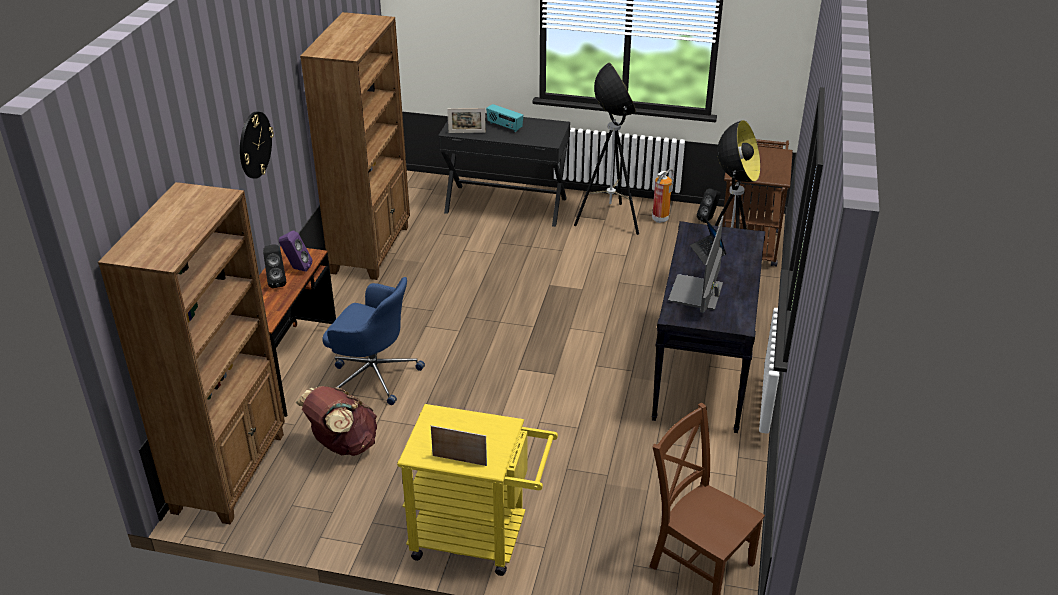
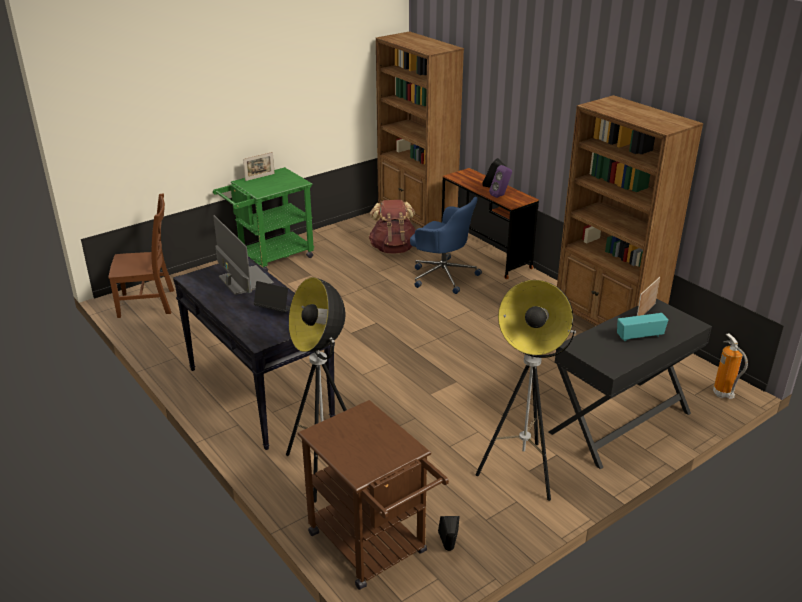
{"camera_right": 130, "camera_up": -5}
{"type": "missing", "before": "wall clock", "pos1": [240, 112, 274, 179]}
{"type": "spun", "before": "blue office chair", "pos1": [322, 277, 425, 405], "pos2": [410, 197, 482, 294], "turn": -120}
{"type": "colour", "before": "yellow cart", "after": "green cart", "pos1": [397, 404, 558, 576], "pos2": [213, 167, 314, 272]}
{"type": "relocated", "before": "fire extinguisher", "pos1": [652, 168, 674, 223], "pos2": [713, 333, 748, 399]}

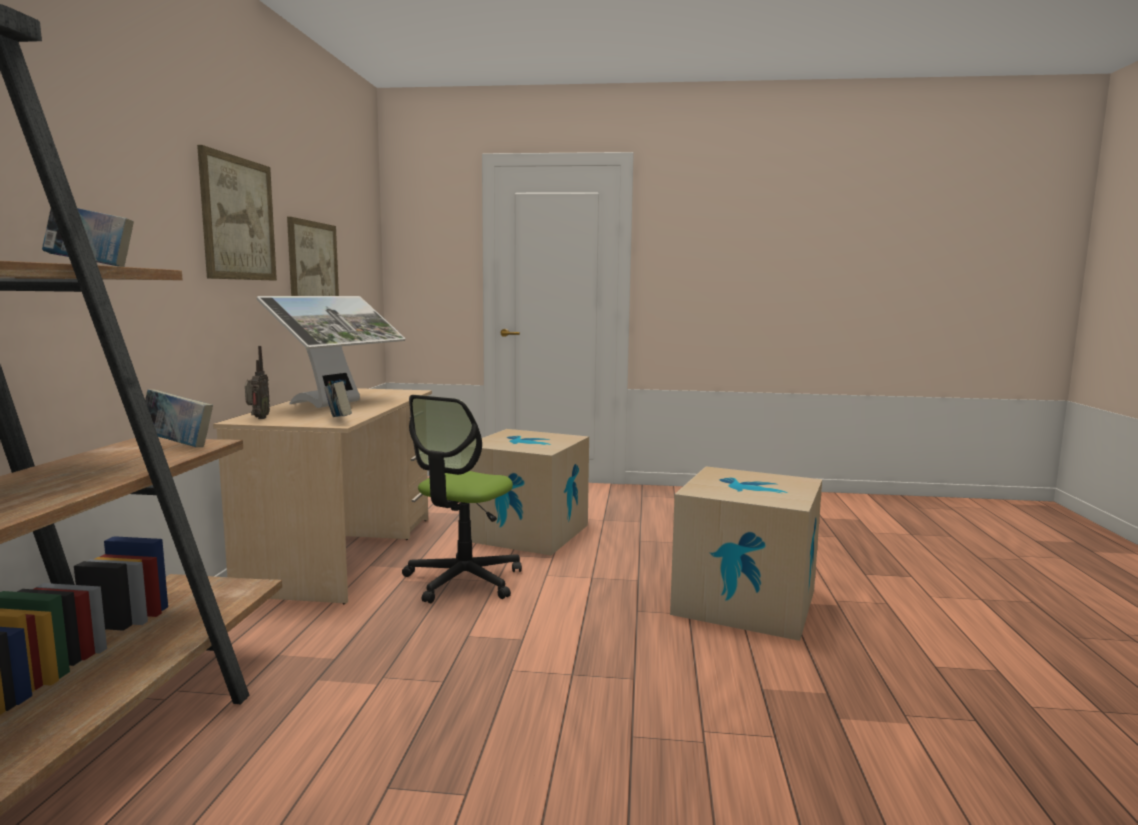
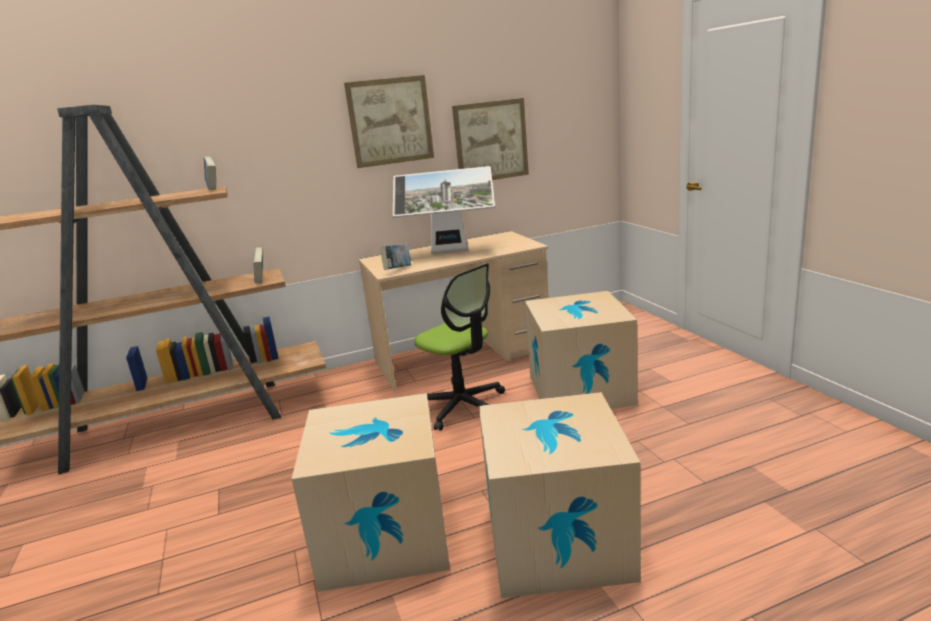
{"camera_right": 65, "camera_up": 10}
{"type": "missing", "before": "radio", "pos1": [245, 346, 270, 419]}
{"type": "spun", "before": "office chair", "pos1": [402, 395, 522, 603], "pos2": [414, 263, 505, 431], "turn": -135}
{"type": "appeared", "after": "cardboard box", "pos2": [292, 393, 450, 592]}

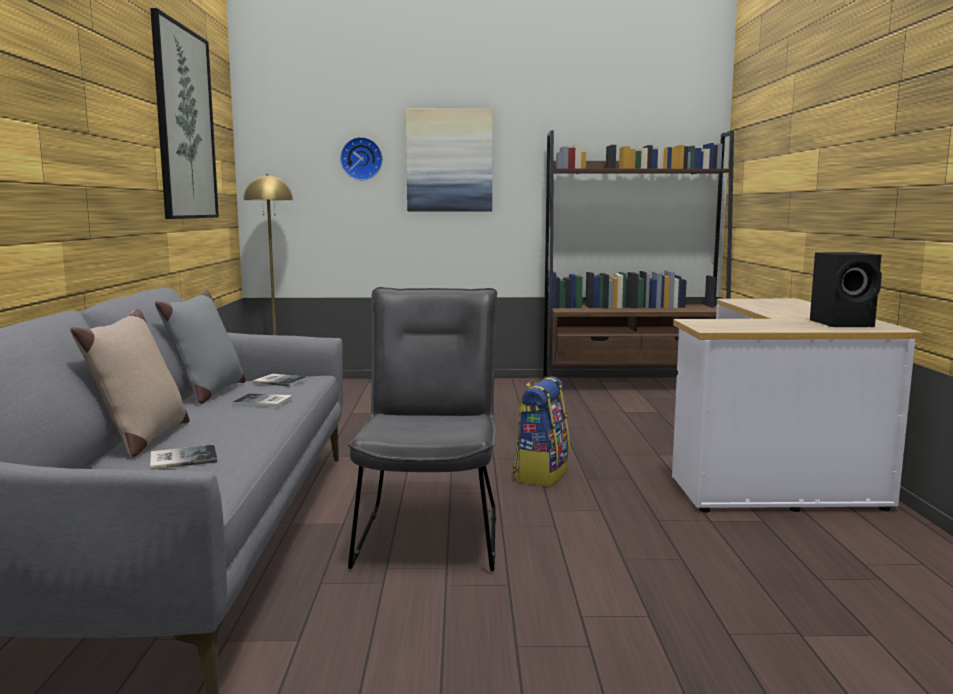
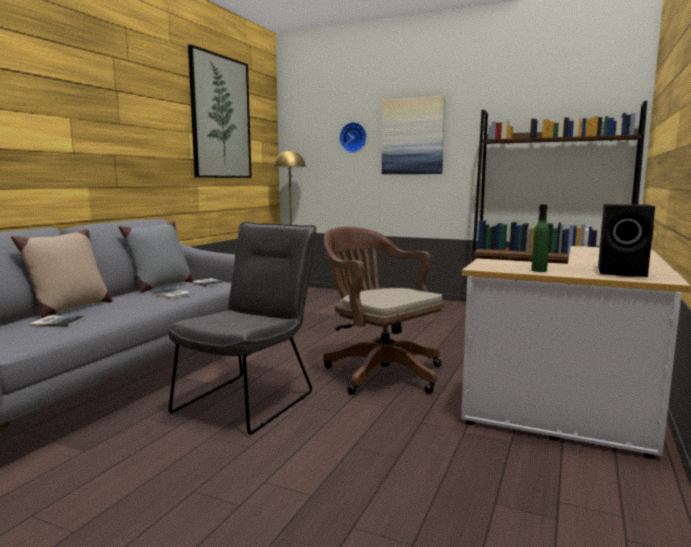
{"camera_right": 25, "camera_up": 0}
{"type": "exchanged", "before": "backpack", "after": "brown office chair", "pos1": [512, 376, 570, 486], "pos2": [323, 227, 444, 395]}
{"type": "appeared", "after": "green bottle", "pos2": [531, 204, 550, 272]}

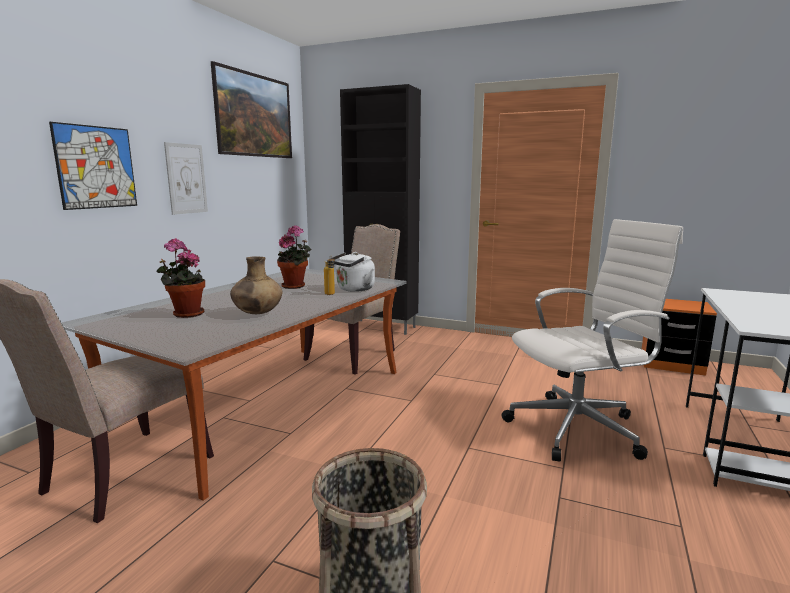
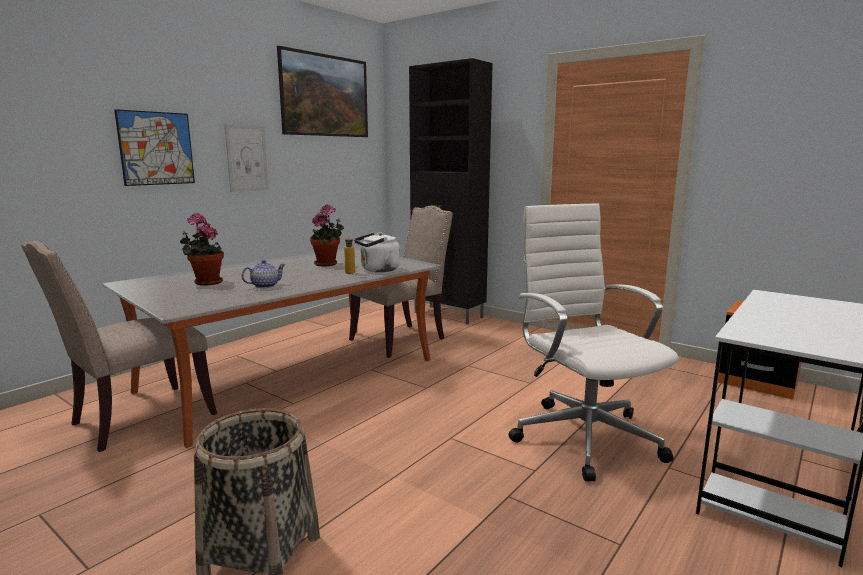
{"camera_right": 15, "camera_up": 0}
{"type": "exchanged", "before": "brown vase", "after": "teapot", "pos1": [230, 256, 282, 314], "pos2": [241, 260, 286, 288]}
{"type": "spun", "before": "white office chair", "pos1": [502, 219, 683, 462], "pos2": [509, 203, 679, 481], "turn": -105}

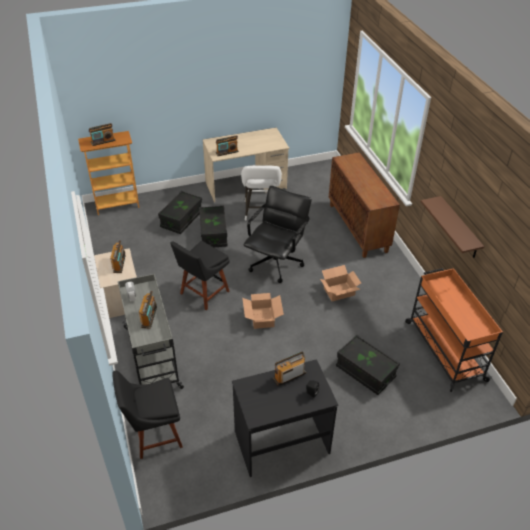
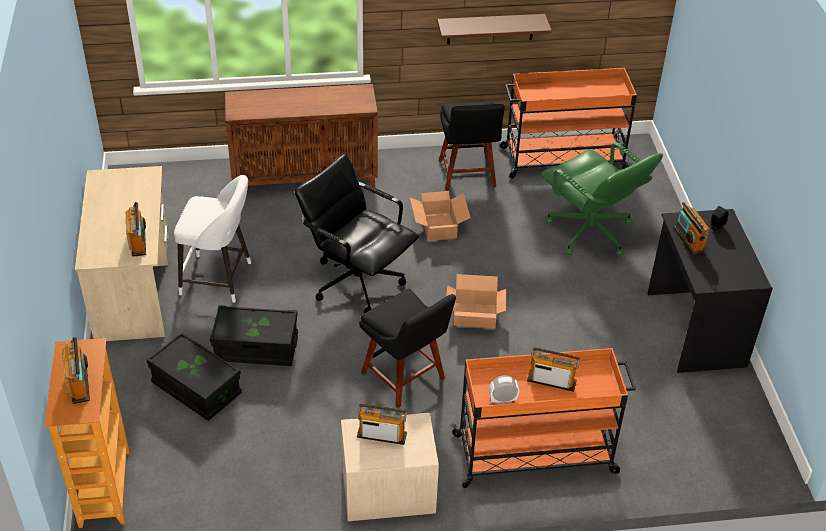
{"camera_right": -80, "camera_up": 0}
{"type": "relocated", "before": "black chair", "pos1": [112, 371, 183, 459], "pos2": [439, 102, 505, 190]}
{"type": "colour", "before": "grey cart", "after": "orange cart", "pos1": [118, 274, 184, 389], "pos2": [451, 348, 636, 488]}
{"type": "exchanged", "before": "black storage box", "after": "green office chair", "pos1": [336, 335, 400, 395], "pos2": [541, 142, 663, 256]}

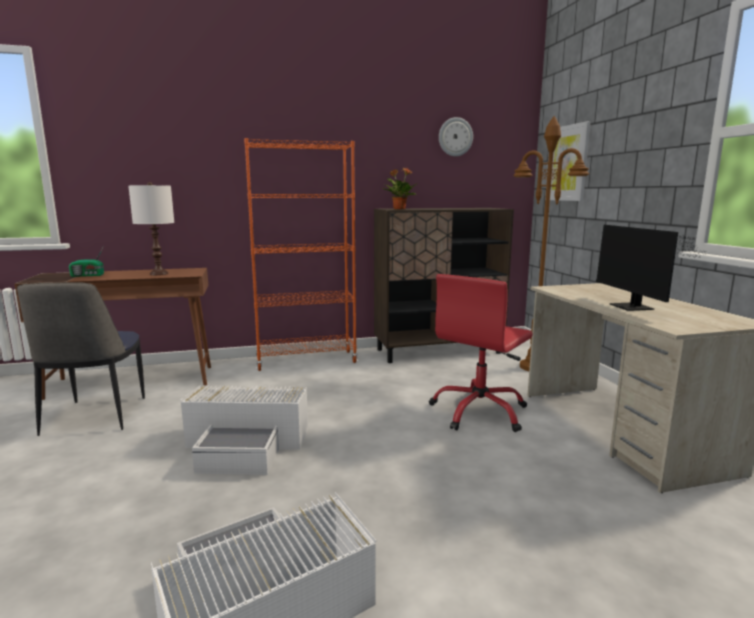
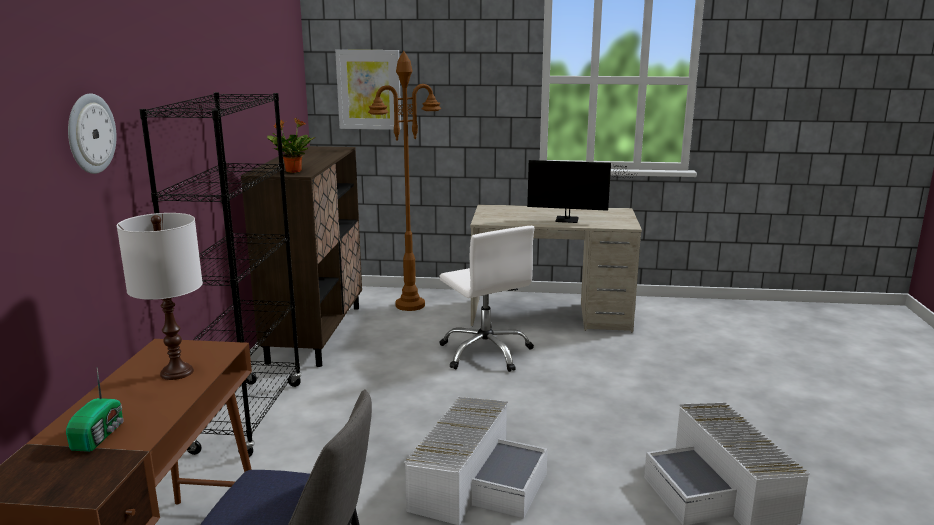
{"camera_right": -70, "camera_up": 5}
{"type": "colour", "before": "orange bookcase", "after": "black bookcase", "pos1": [244, 138, 358, 371], "pos2": [139, 92, 302, 457]}
{"type": "colour", "before": "red office chair", "after": "white office chair", "pos1": [429, 274, 533, 432], "pos2": [439, 226, 534, 372]}
{"type": "relocated", "before": "wall clock", "pos1": [439, 117, 473, 156], "pos2": [68, 94, 116, 174]}

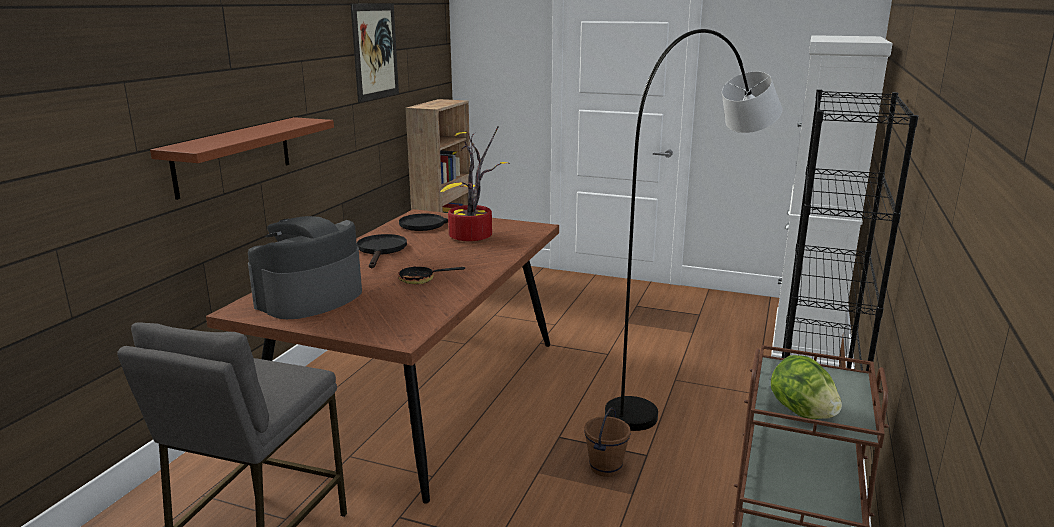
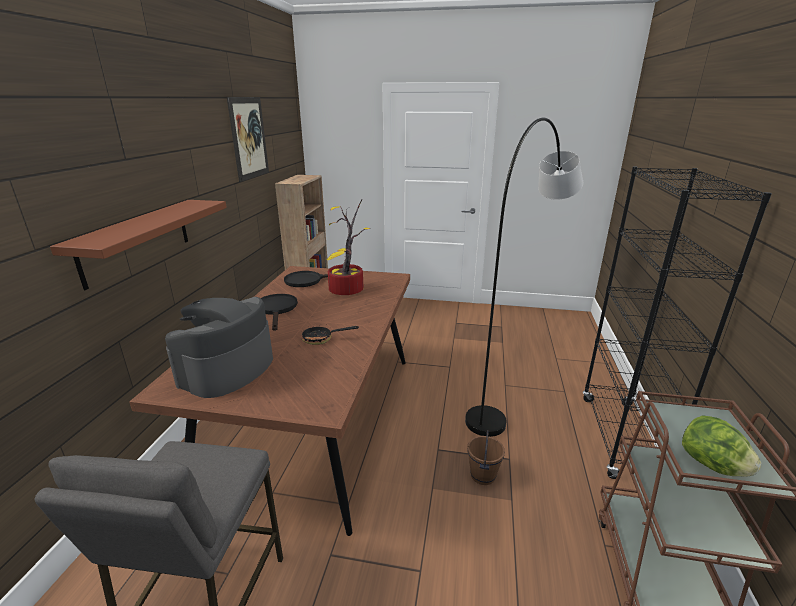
{"camera_right": -10, "camera_up": 5}
{"type": "missing", "before": "white cabinet", "pos1": [771, 35, 893, 367]}

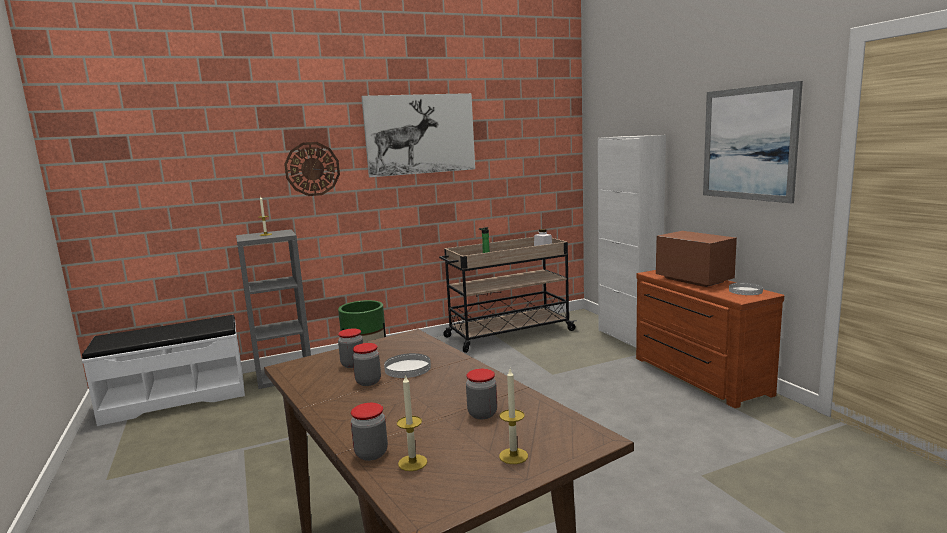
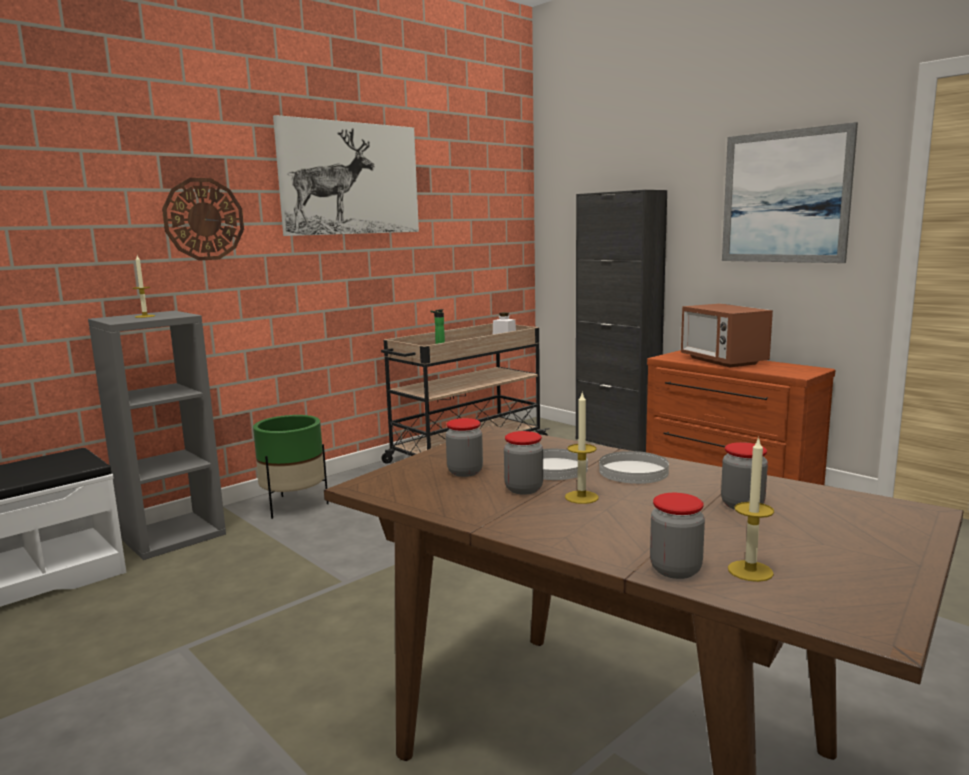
{"camera_right": -20, "camera_up": 0}
{"type": "relocated", "before": "candle", "pos1": [499, 369, 528, 464], "pos2": [565, 393, 599, 504]}
{"type": "colour", "before": "white cabinet", "after": "black cabinet", "pos1": [598, 135, 666, 348], "pos2": [576, 190, 667, 452]}
{"type": "spun", "before": "microwave", "pos1": [656, 231, 737, 287], "pos2": [681, 303, 773, 367], "turn": -150}
{"type": "relocated", "before": "white plate", "pos1": [729, 283, 763, 295], "pos2": [599, 451, 669, 484]}

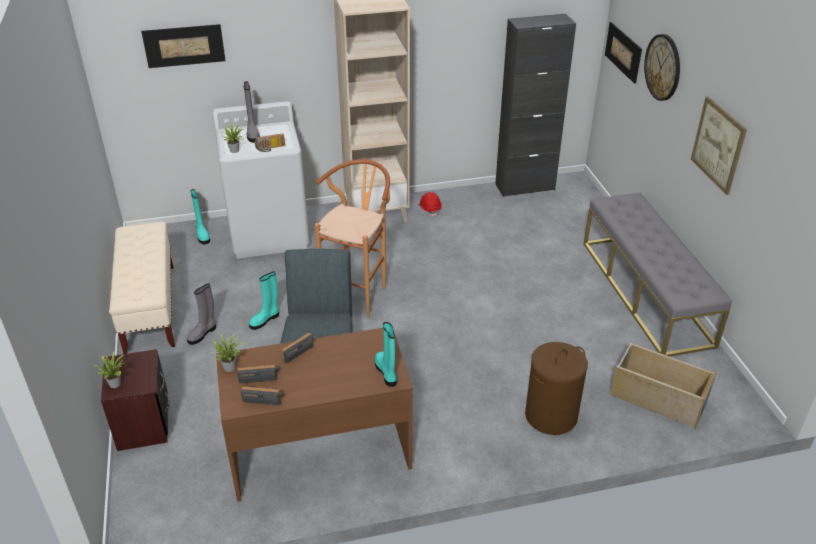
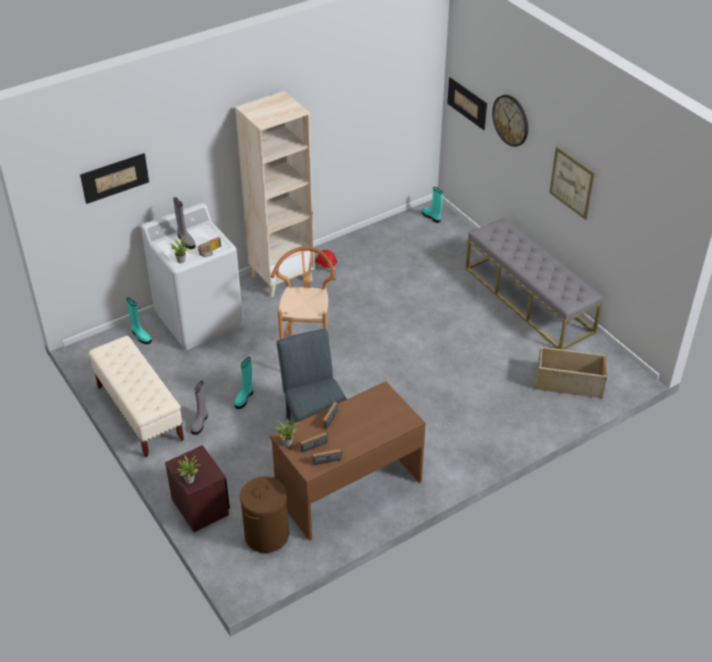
{"camera_right": -20, "camera_up": 5}
{"type": "relocated", "before": "turquoise boot", "pos1": [375, 322, 397, 387], "pos2": [422, 187, 443, 223]}
{"type": "missing", "before": "black cabinet", "pos1": [495, 14, 576, 197]}
{"type": "relocated", "before": "brown laundry basket", "pos1": [525, 342, 588, 435], "pos2": [240, 476, 289, 553]}

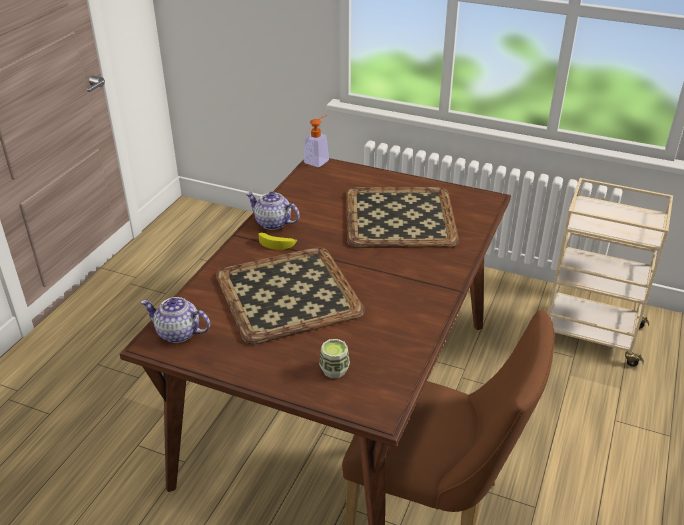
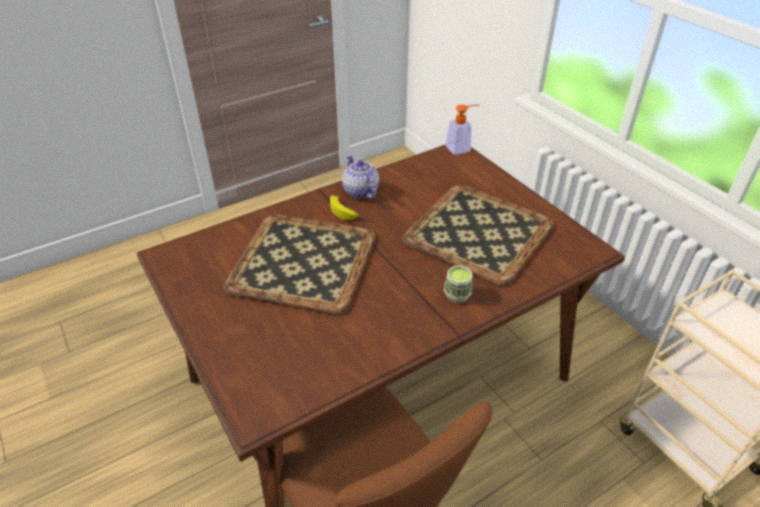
{"camera_right": 35, "camera_up": 5}
{"type": "missing", "before": "teapot", "pos1": [141, 297, 210, 343]}
{"type": "relocated", "before": "cup", "pos1": [319, 339, 350, 378], "pos2": [444, 266, 473, 303]}

